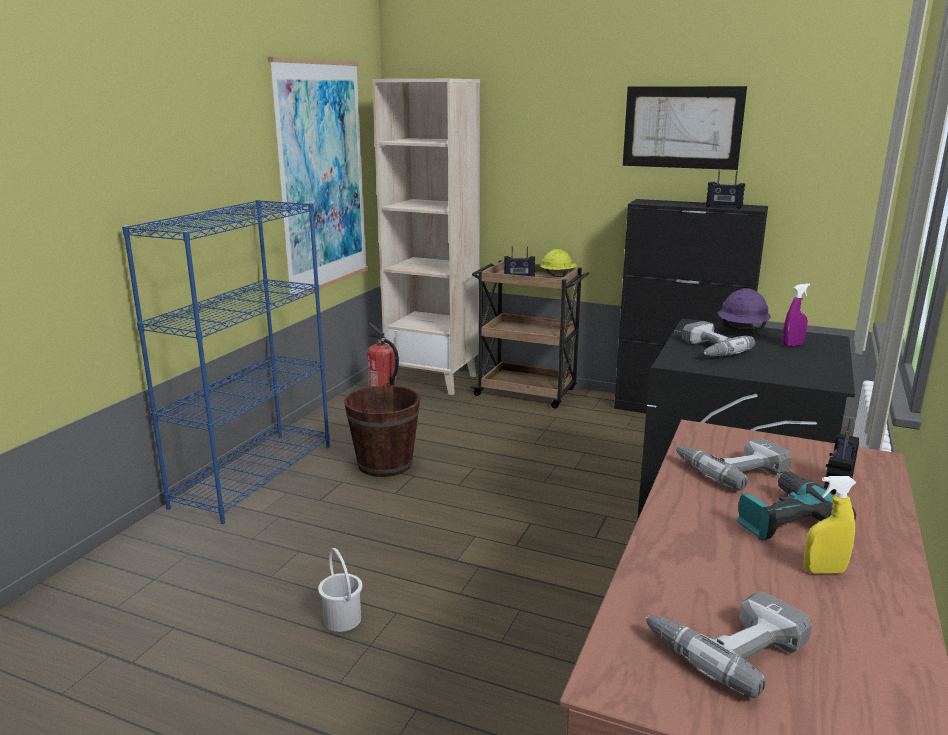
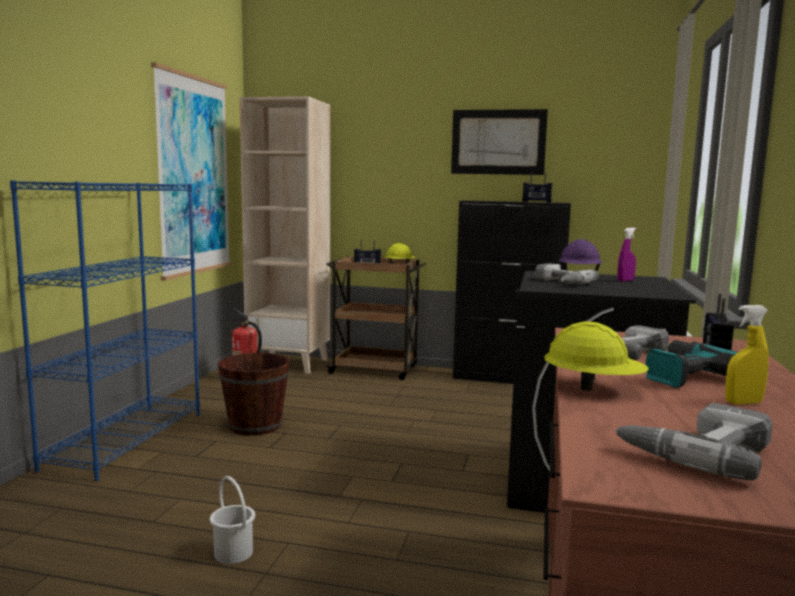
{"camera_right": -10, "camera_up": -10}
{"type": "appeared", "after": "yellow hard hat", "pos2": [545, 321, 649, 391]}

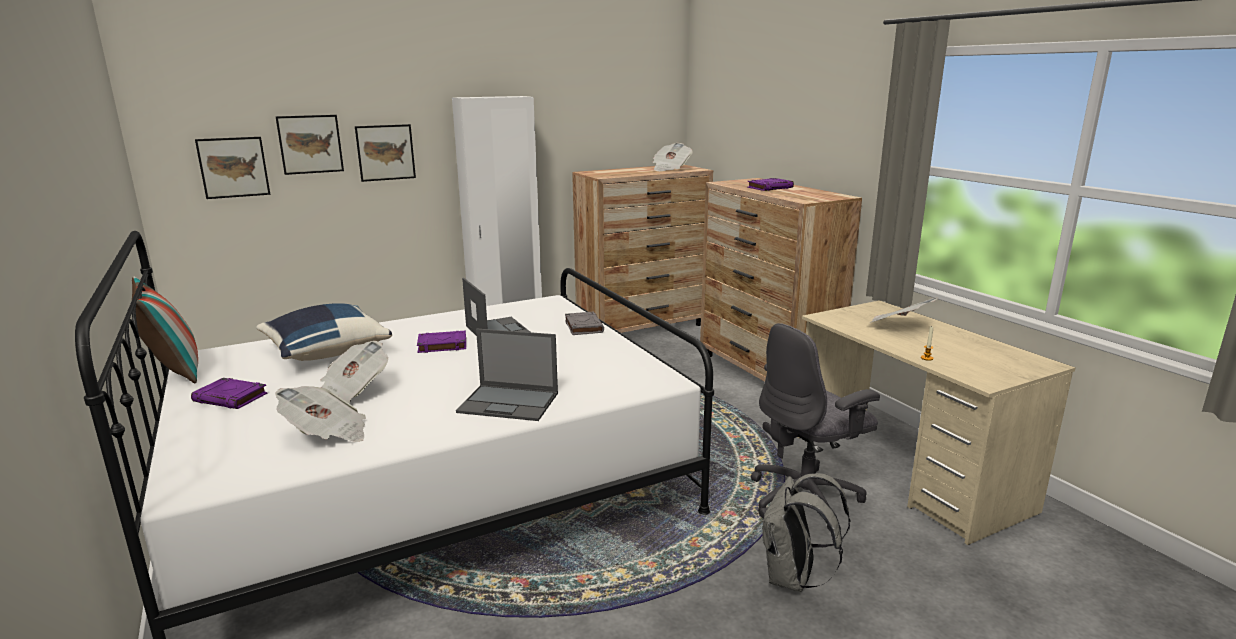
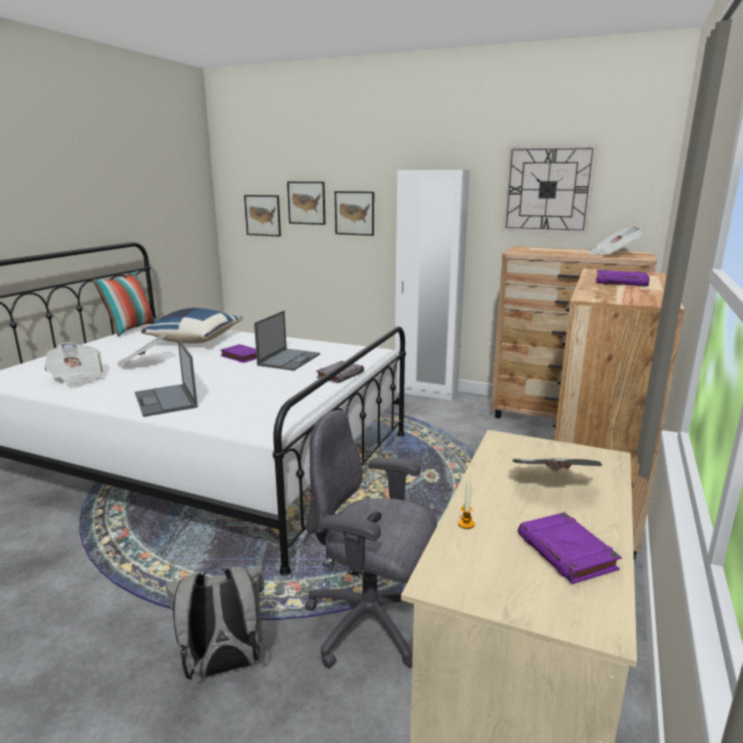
{"camera_right": 50, "camera_up": 0}
{"type": "relocated", "before": "purple book", "pos1": [191, 378, 267, 409], "pos2": [518, 512, 622, 584]}
{"type": "appeared", "after": "wall clock", "pos2": [503, 144, 597, 234]}

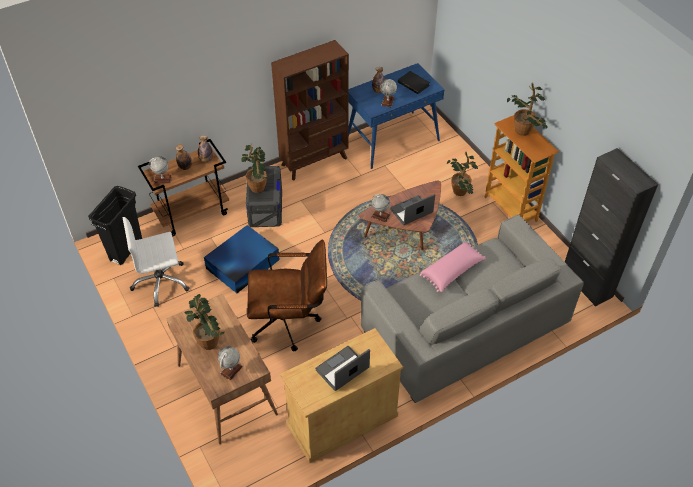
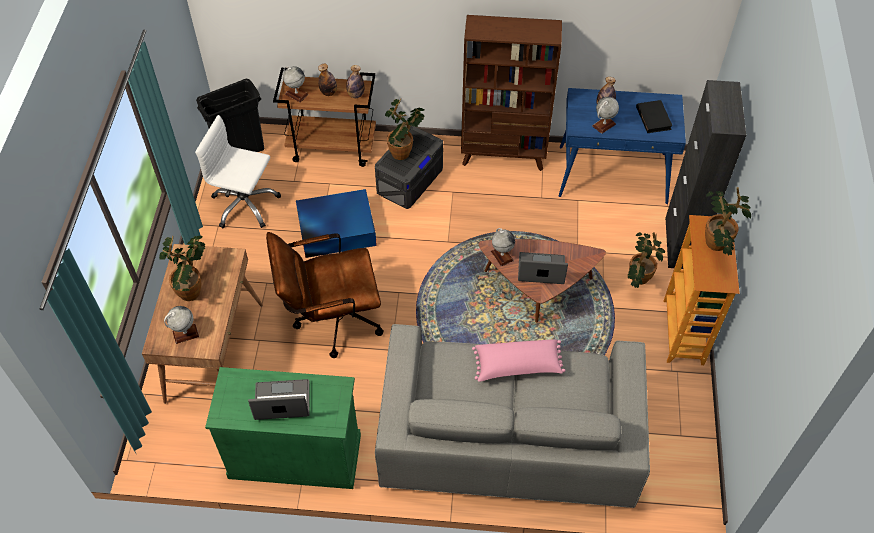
{"camera_right": 35, "camera_up": 5}
{"type": "spun", "before": "brown office chair", "pos1": [247, 240, 327, 351], "pos2": [266, 232, 384, 358], "turn": 135}
{"type": "colour", "before": "beige cabinet", "after": "green cabinet", "pos1": [280, 328, 403, 463], "pos2": [205, 367, 361, 489]}
{"type": "relocated", "before": "black cabinet", "pos1": [565, 148, 658, 306], "pos2": [665, 80, 746, 269]}

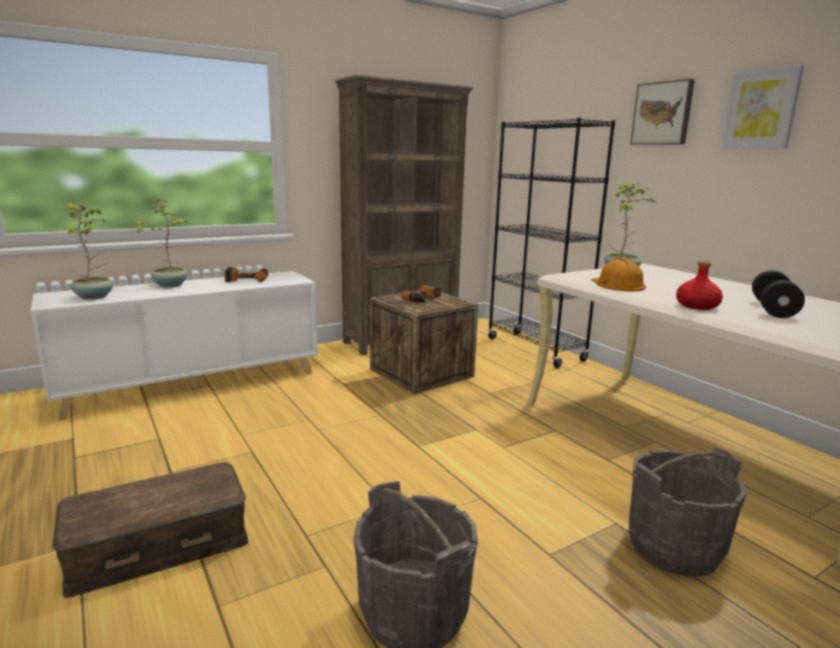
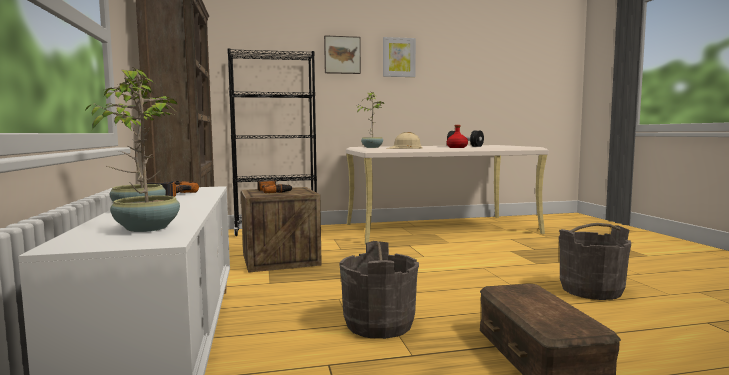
{"camera_right": -70, "camera_up": -10}
{"type": "colour", "before": "orange hard hat", "after": "beige hard hat", "pos1": [591, 258, 646, 291], "pos2": [387, 132, 423, 149]}
{"type": "relocated", "before": "grey bucket", "pos1": [629, 448, 747, 577], "pos2": [339, 241, 419, 339]}

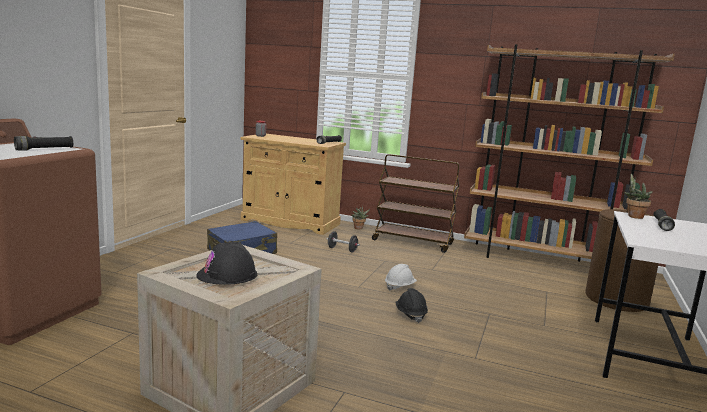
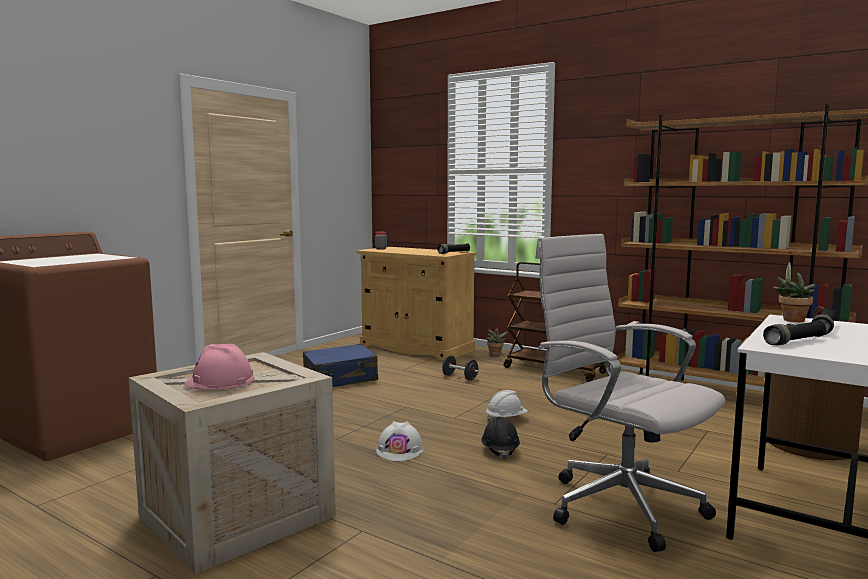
{"camera_right": 15, "camera_up": -5}
{"type": "relocated", "before": "black flashlight", "pos1": [14, 136, 73, 151], "pos2": [763, 320, 826, 345]}
{"type": "colour", "before": "black hard hat", "after": "pink hard hat", "pos1": [196, 242, 257, 285], "pos2": [184, 344, 255, 390]}
{"type": "appeared", "after": "white hard hat", "pos2": [376, 421, 423, 461]}
{"type": "appeared", "after": "white office chair", "pos2": [535, 234, 725, 552]}

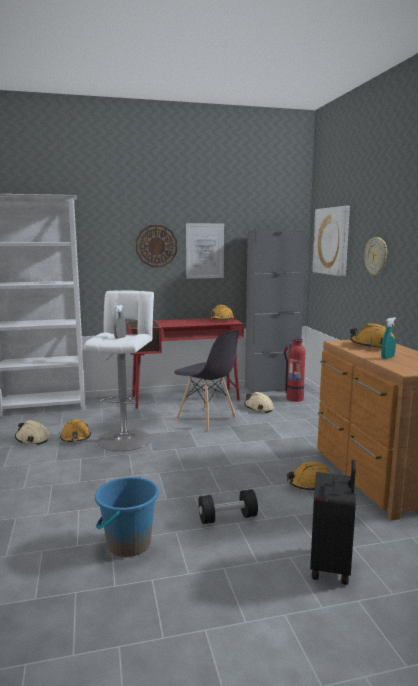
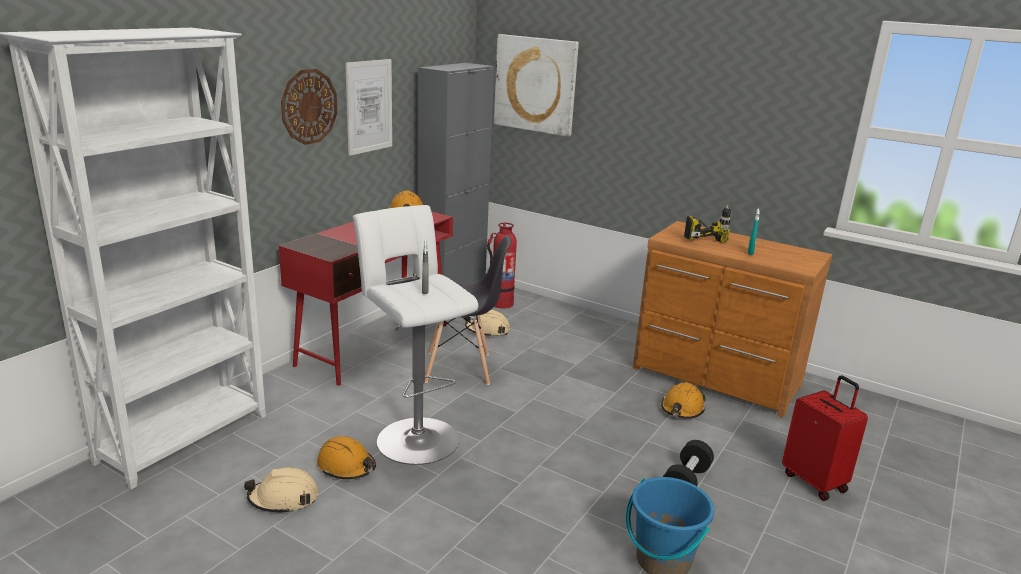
{"camera_right": -45, "camera_up": 10}
{"type": "colour", "before": "black suitcase", "after": "red suitcase", "pos1": [310, 459, 356, 585], "pos2": [782, 376, 868, 501]}
{"type": "exchanged", "before": "orange hard hat", "after": "power drill", "pos1": [350, 323, 395, 348], "pos2": [684, 204, 731, 243]}
{"type": "missing", "before": "wall clock", "pos1": [364, 237, 387, 276]}

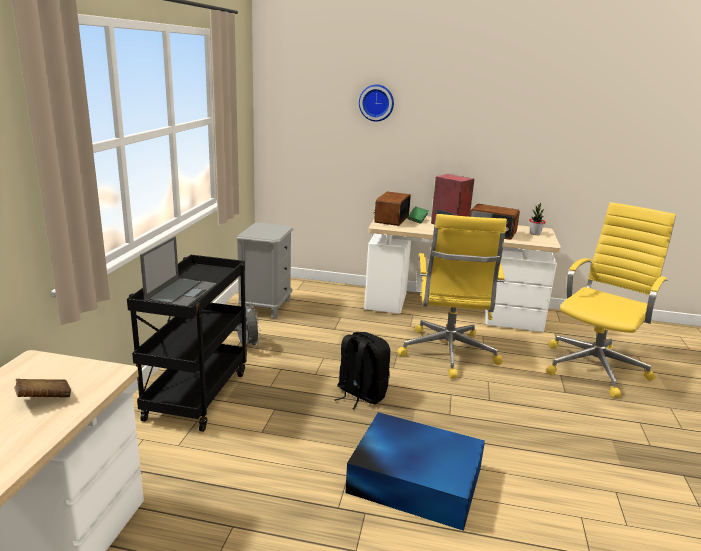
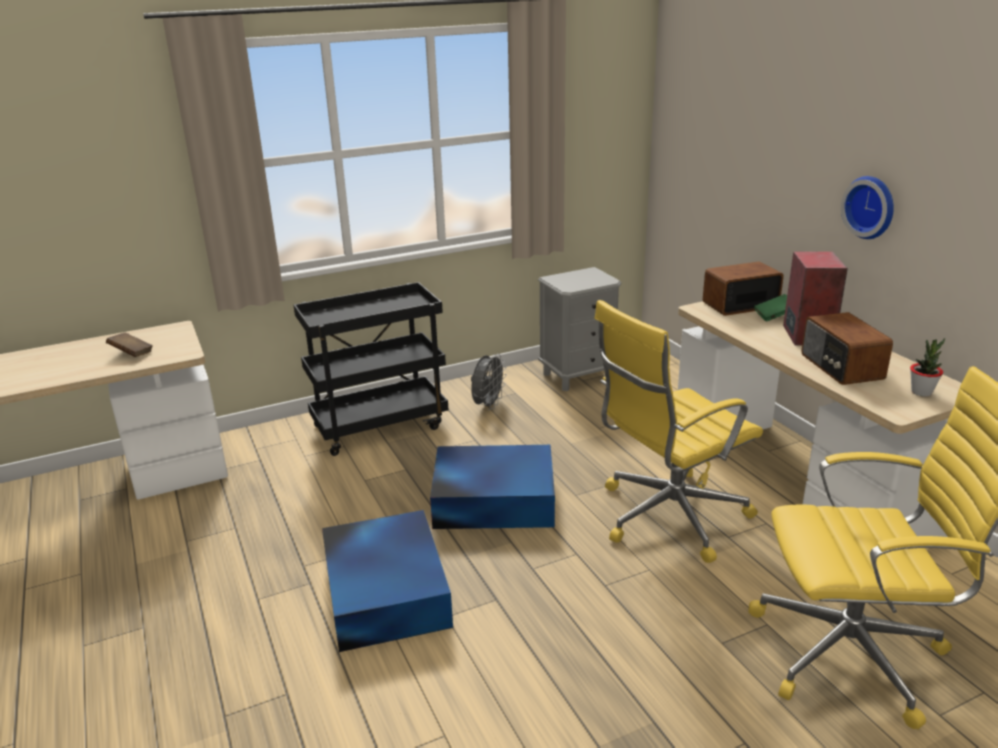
{"camera_right": 55, "camera_up": 5}
{"type": "missing", "before": "laptop", "pos1": [140, 236, 217, 306]}
{"type": "exchanged", "before": "black backpack", "after": "blue storage box", "pos1": [335, 332, 390, 410], "pos2": [430, 445, 555, 529]}
{"type": "relocated", "before": "wall clock", "pos1": [359, 84, 394, 122], "pos2": [841, 176, 894, 239]}

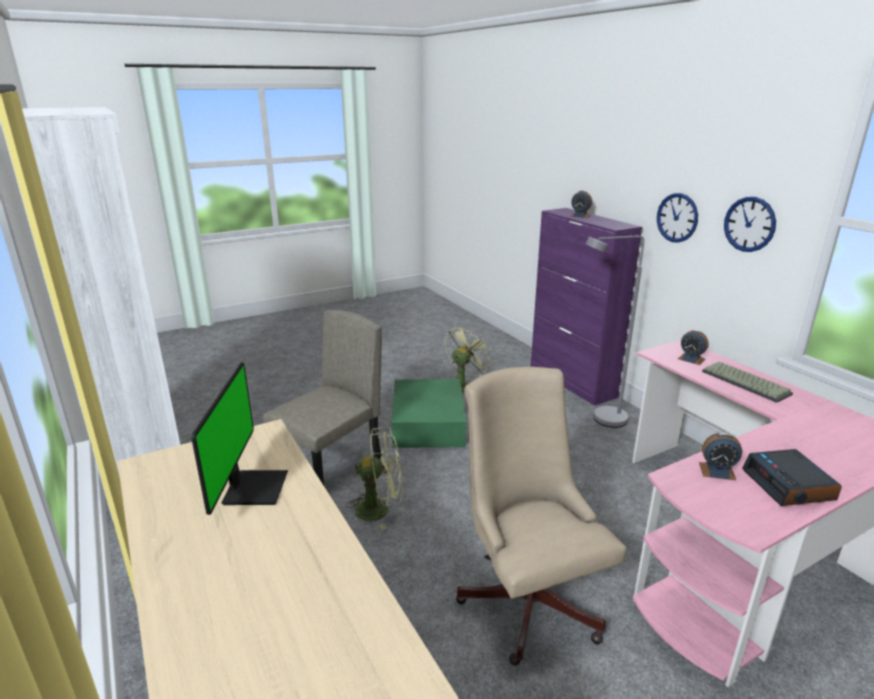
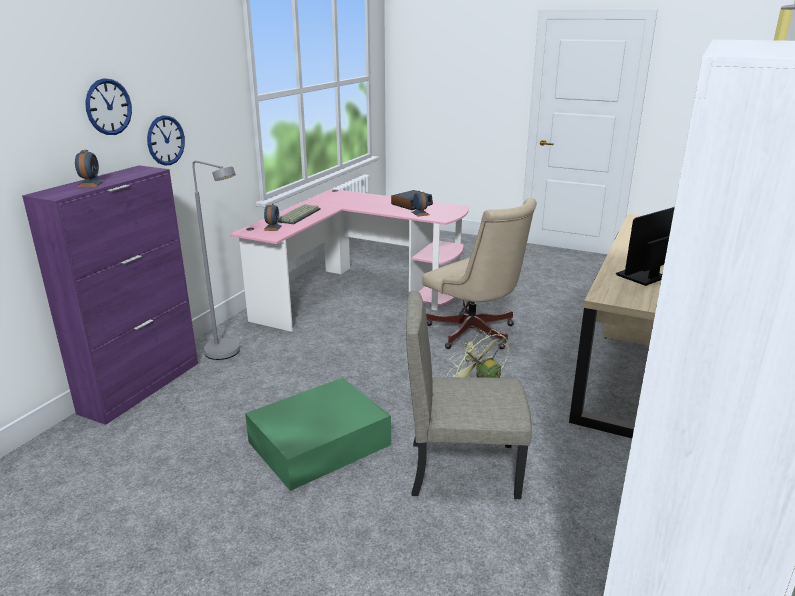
{"camera_right": -125, "camera_up": 0}
{"type": "missing", "before": "green fan", "pos1": [444, 325, 493, 394]}
{"type": "spun", "before": "beige office chair", "pos1": [456, 367, 626, 666], "pos2": [422, 198, 537, 349], "turn": -75}
{"type": "relocated", "before": "wall clock", "pos1": [724, 197, 776, 252], "pos2": [85, 78, 132, 135]}

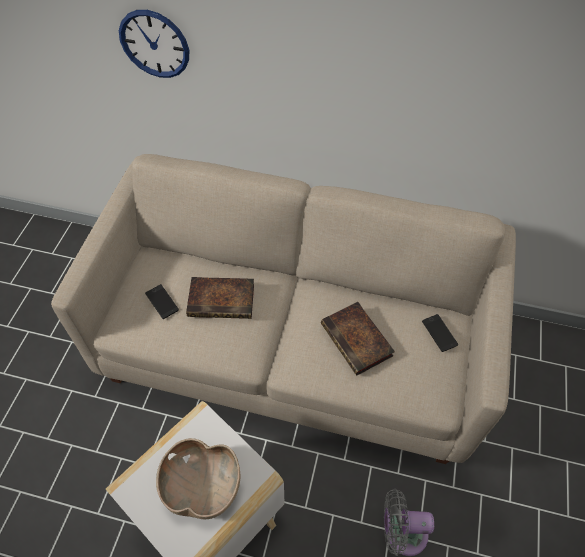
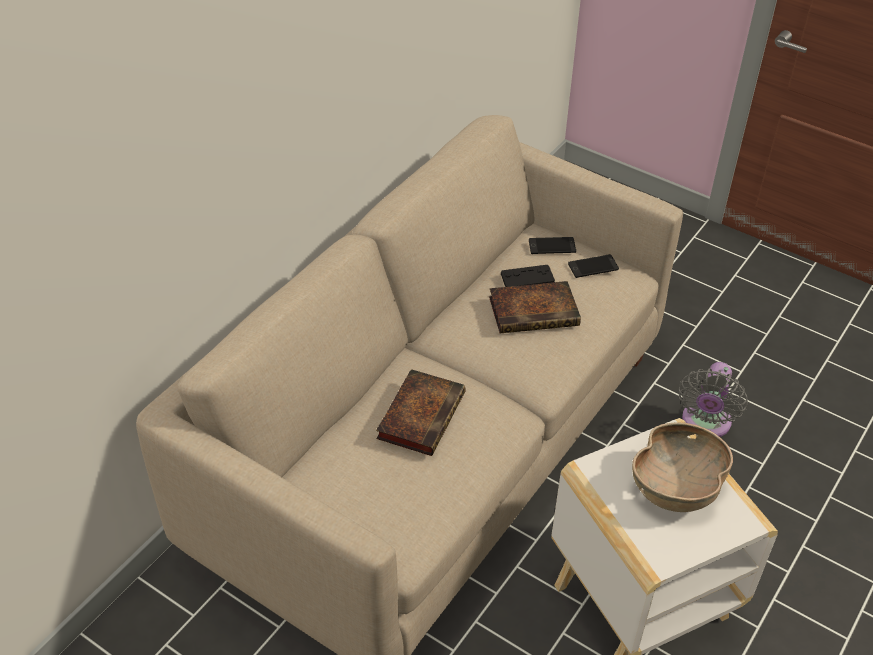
{"camera_right": -70, "camera_up": -10}
{"type": "missing", "before": "wall clock", "pos1": [119, 10, 189, 78]}
{"type": "relocated", "before": "phone", "pos1": [145, 284, 179, 319], "pos2": [568, 254, 619, 278]}
{"type": "appeared", "after": "black game controller", "pos2": [501, 265, 555, 287]}

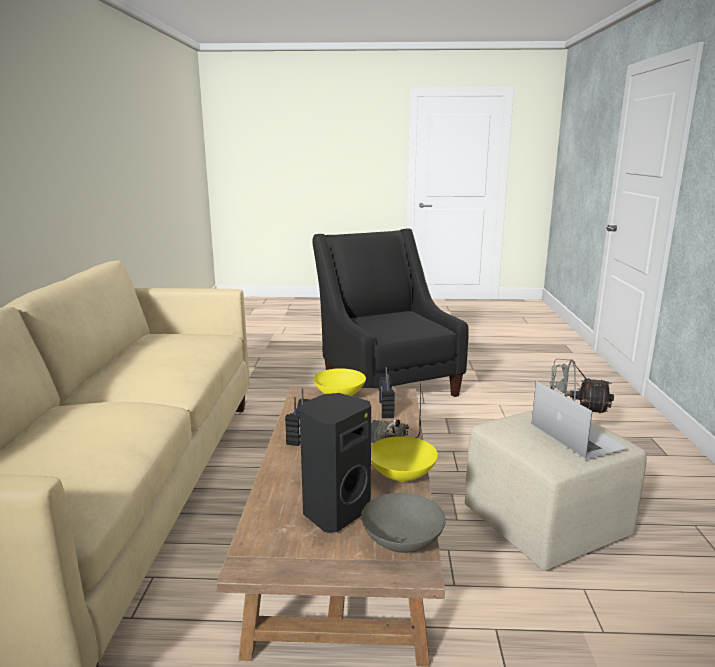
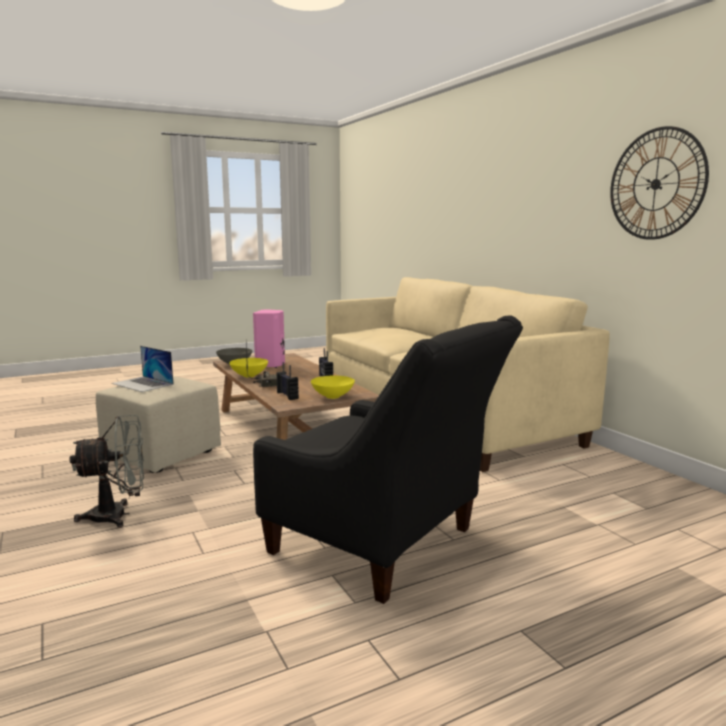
{"camera_right": 150, "camera_up": -5}
{"type": "colour", "before": "black speaker", "after": "pink speaker", "pos1": [300, 393, 371, 532], "pos2": [253, 309, 285, 368]}
{"type": "appeared", "after": "wall clock", "pos2": [610, 126, 709, 240]}

